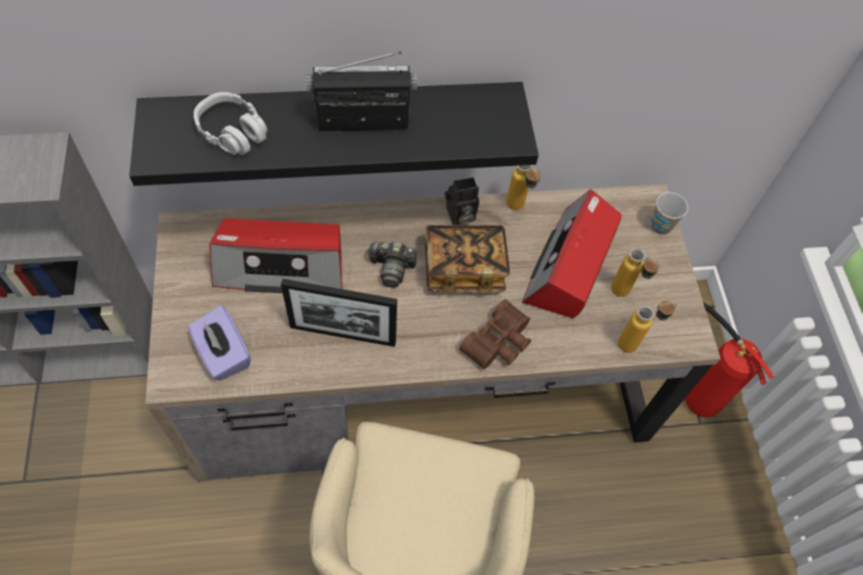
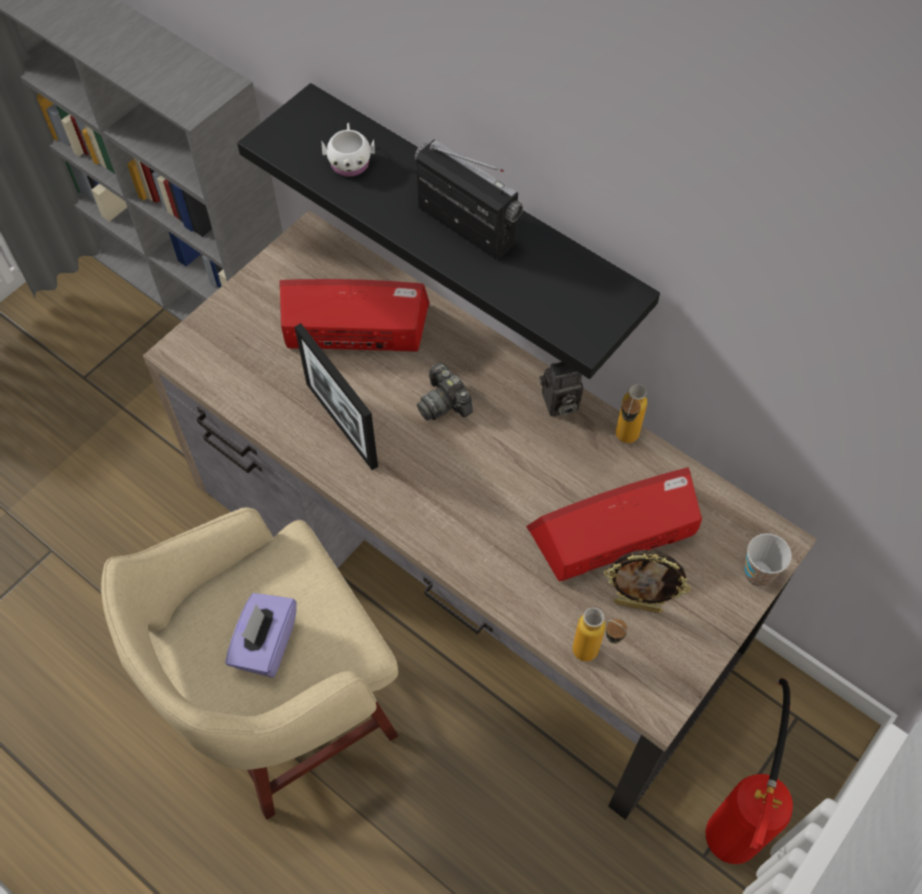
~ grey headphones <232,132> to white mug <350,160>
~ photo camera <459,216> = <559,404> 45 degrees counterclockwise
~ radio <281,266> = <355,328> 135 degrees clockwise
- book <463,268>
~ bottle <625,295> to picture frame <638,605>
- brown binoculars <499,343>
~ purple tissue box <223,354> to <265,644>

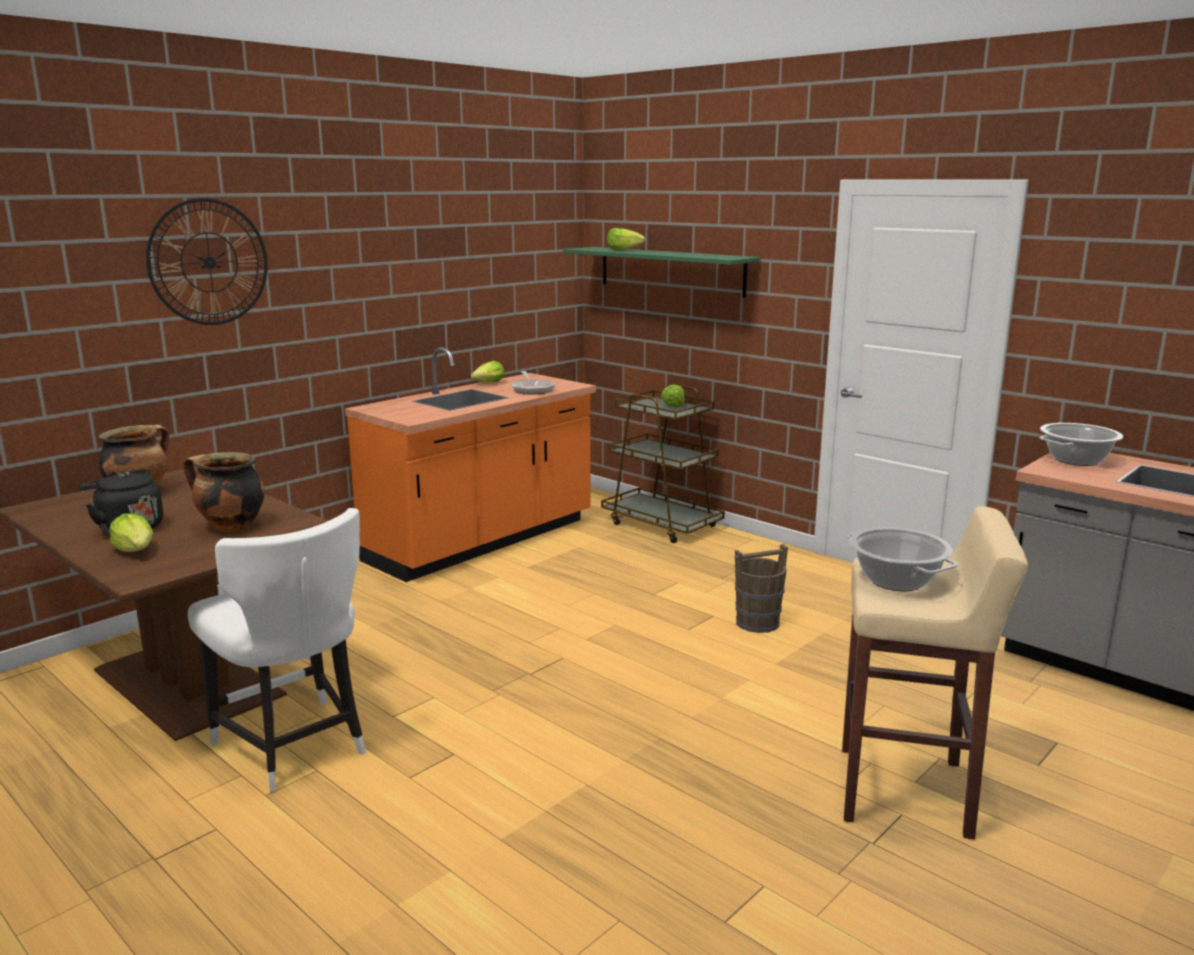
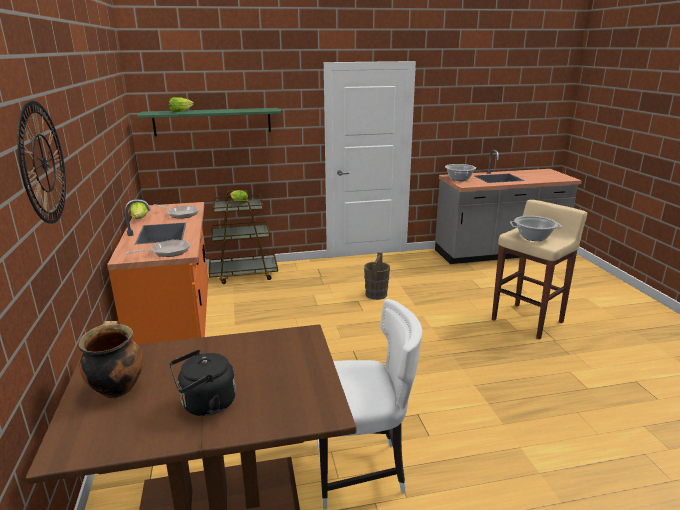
- cooking pot <230,527>
- lettuce <136,551>
+ frying pan <167,252>

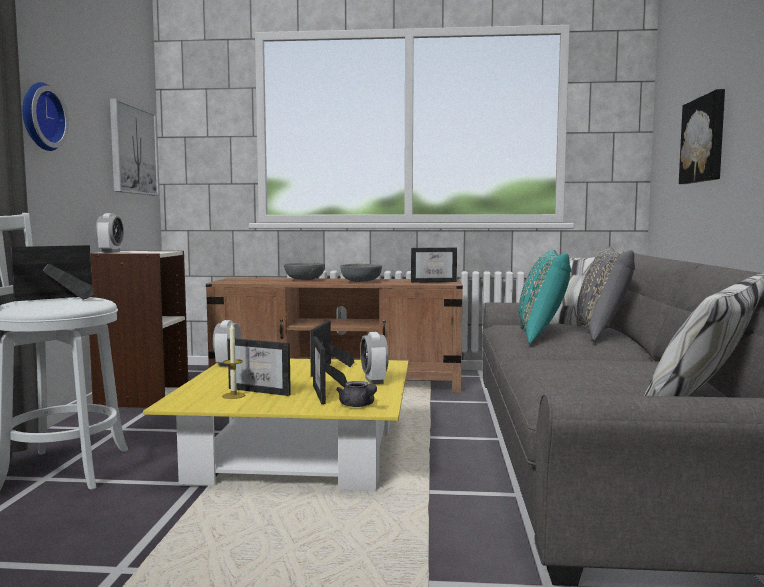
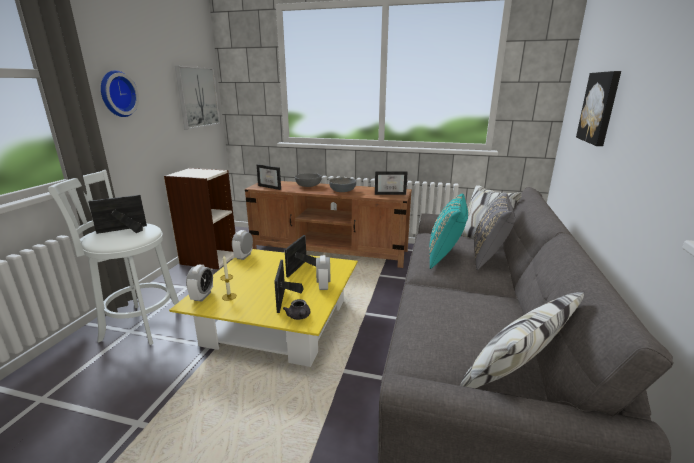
~ alarm clock <110,252> to <202,296>
~ picture frame <264,390> to <272,187>

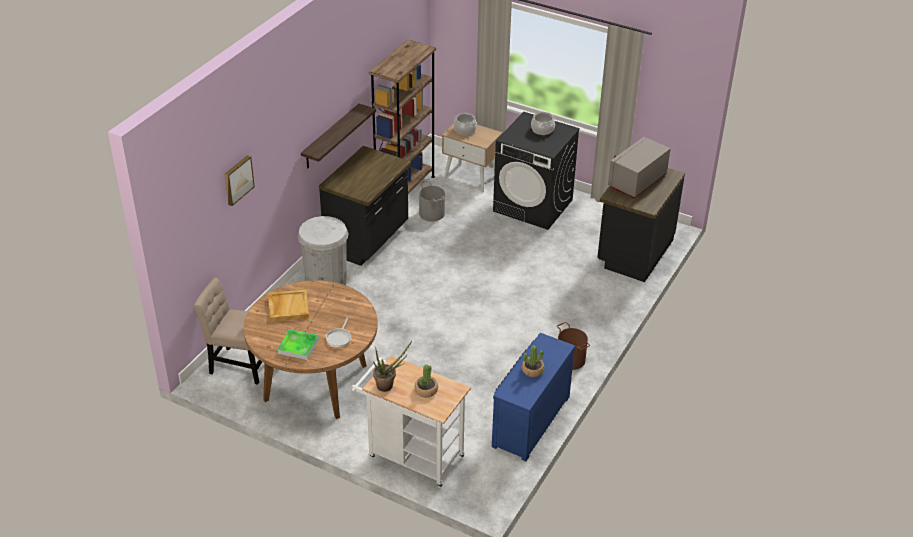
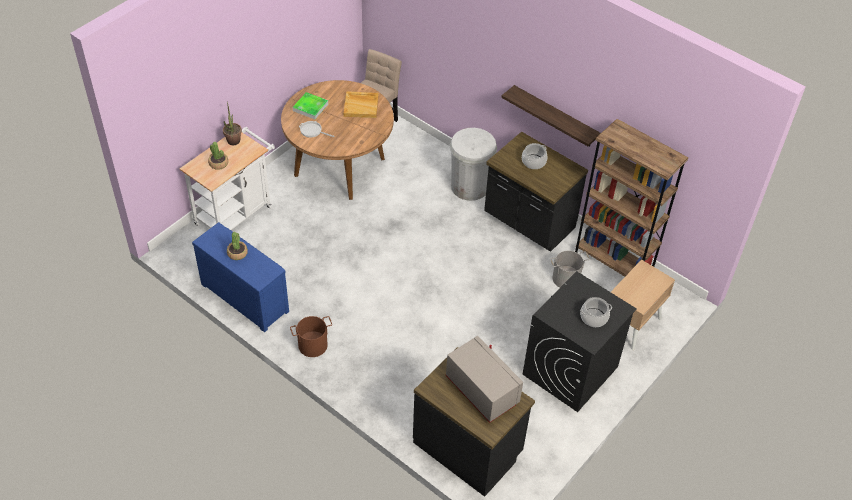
~ cooking pot <464,130> to <533,162>
- picture <237,179>

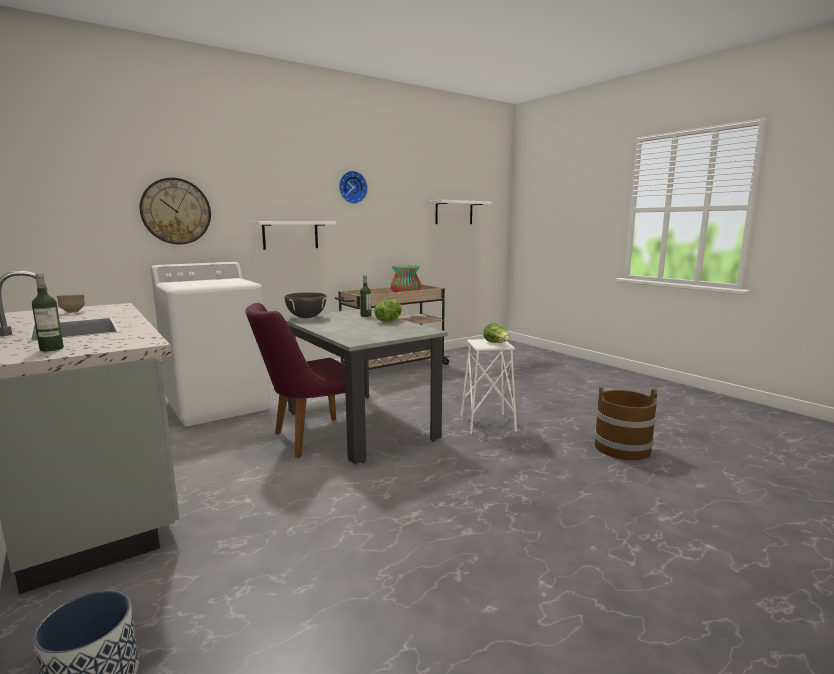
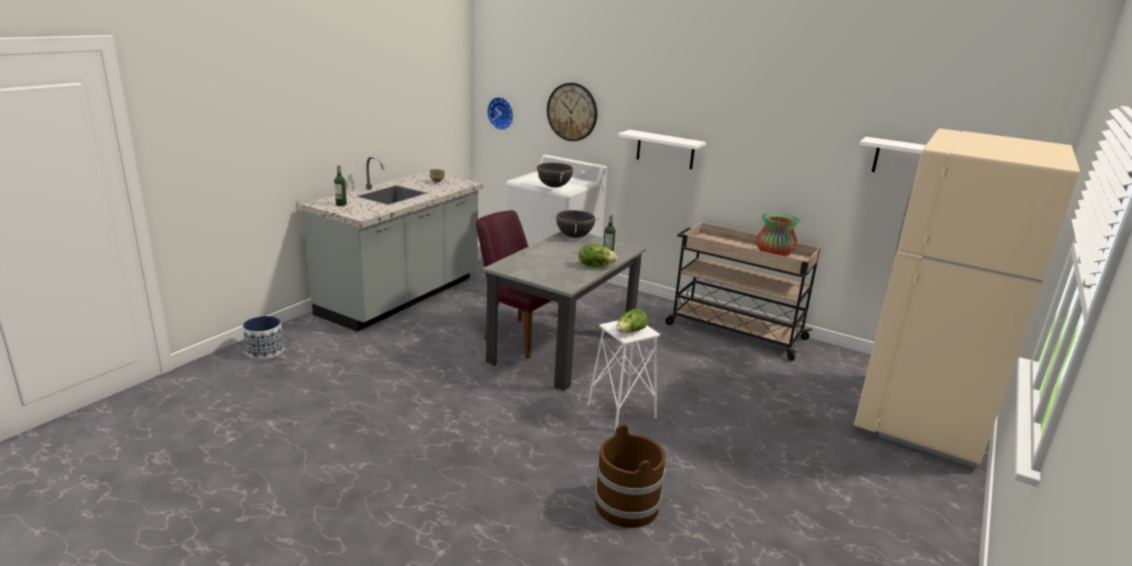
~ wall clock <352,187> to <501,113>
+ beige fridge <920,419>
+ black cooking pot <554,186>

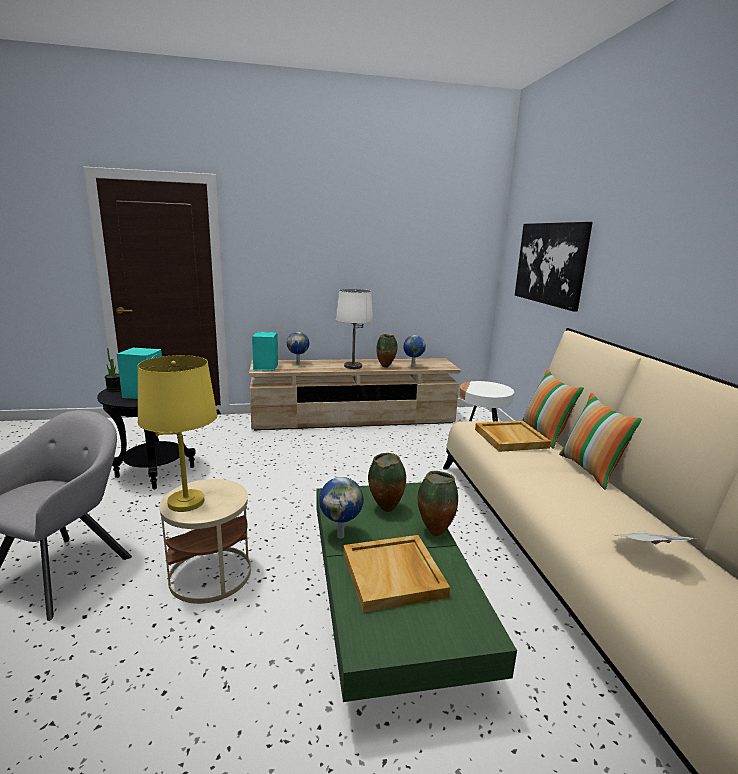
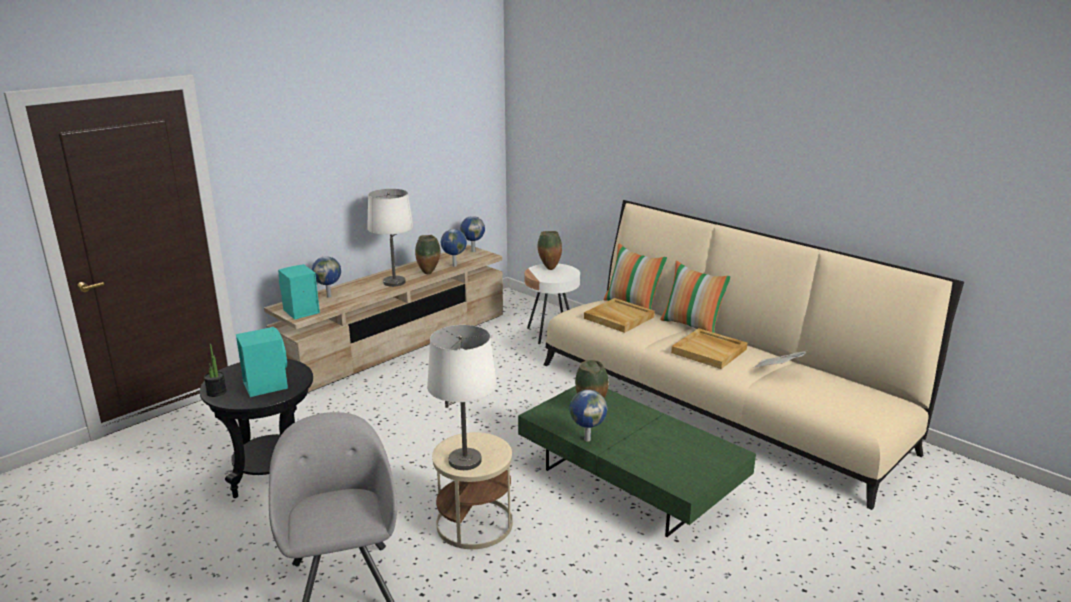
- picture <550,263>
~ yellow table lamp <186,502> to white table lamp <464,460>
~ vase <434,532> to <549,268>
~ beige tray <394,575> to <709,351>
+ globe <473,251>

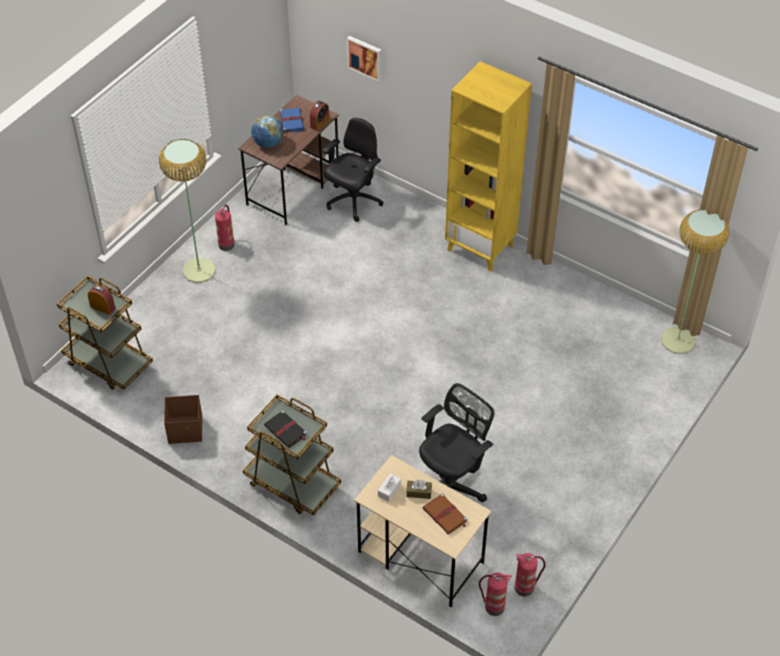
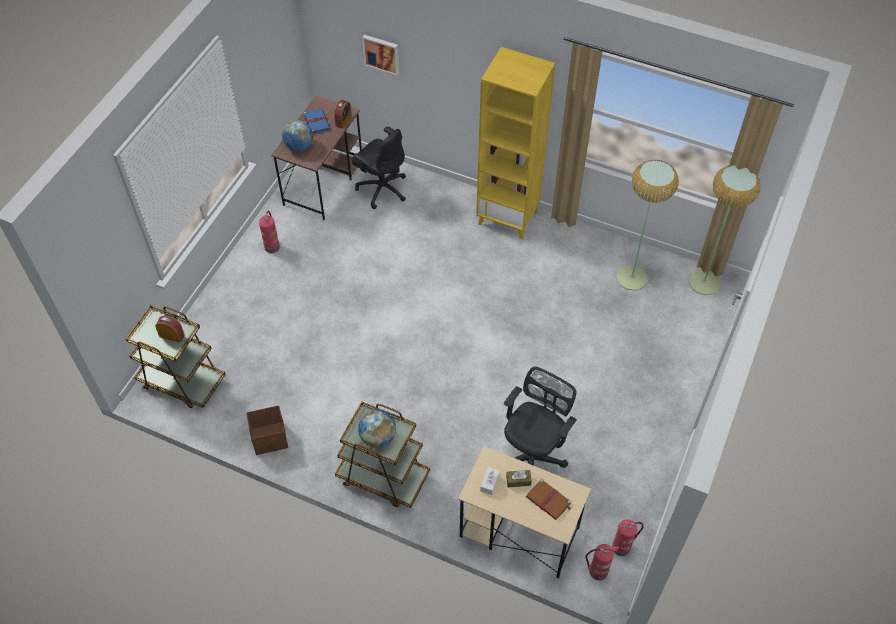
~ black office chair <353,201> = <382,188> 105 degrees clockwise
~ floor lamp <199,270> to <632,277>
~ black book <286,431> to globe <378,437>

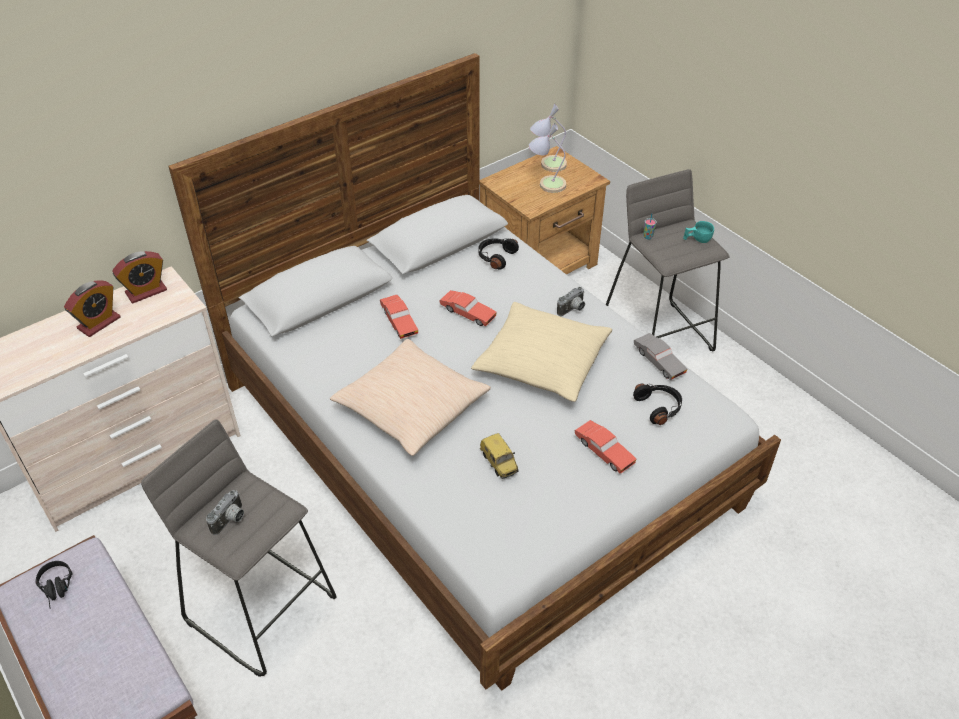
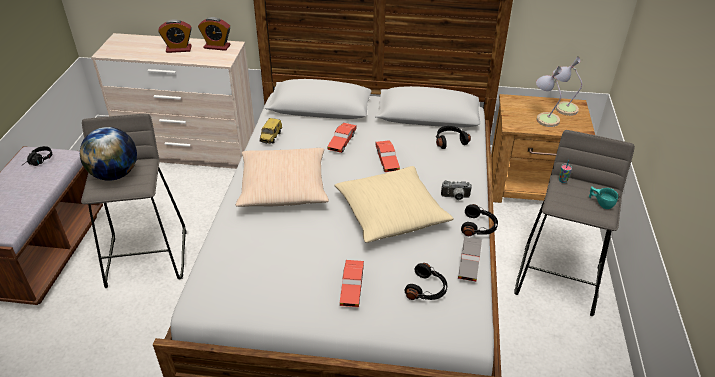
~ toy car <499,463> to <271,138>
~ photo camera <231,520> to globe <115,174>
+ black headphones <479,227>

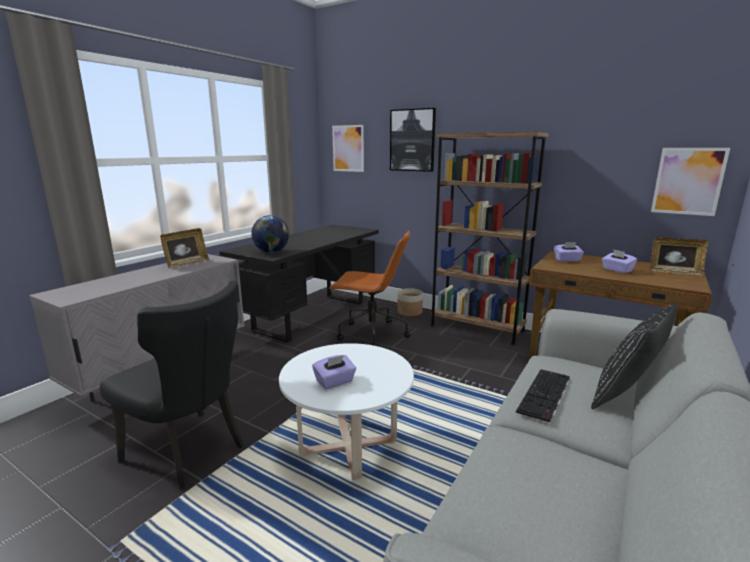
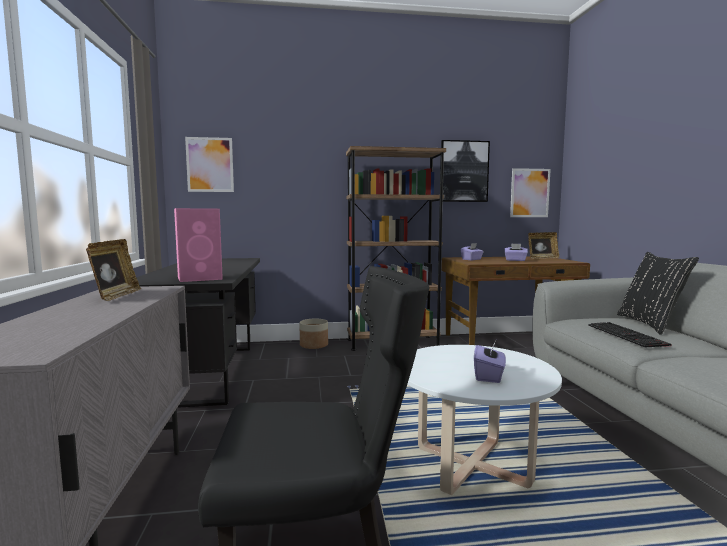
~ picture <412,140> to <464,171>
~ globe <271,252> to pink speaker <201,278>
- brown office chair <371,334>

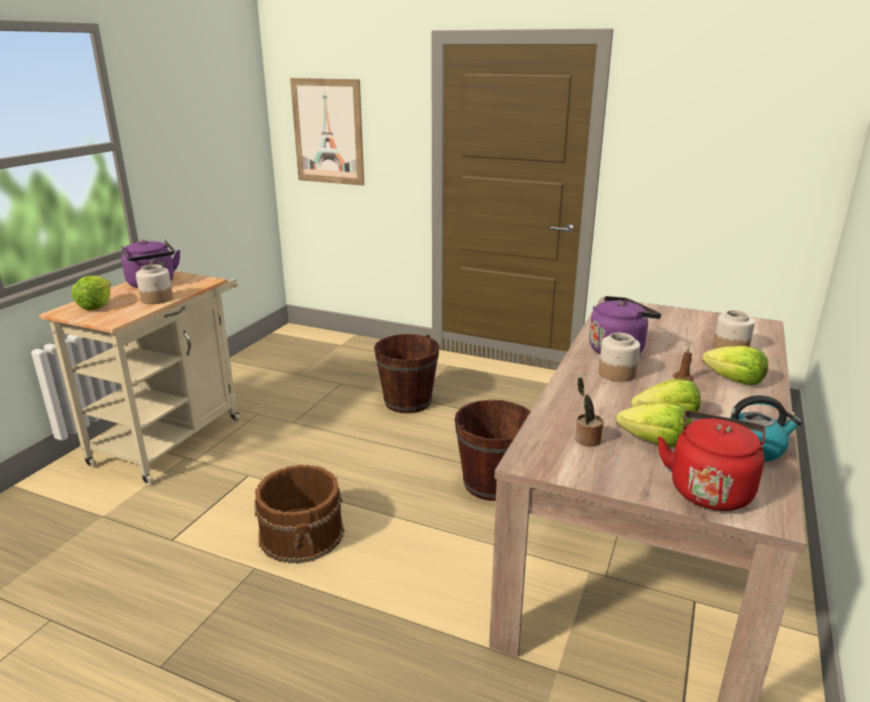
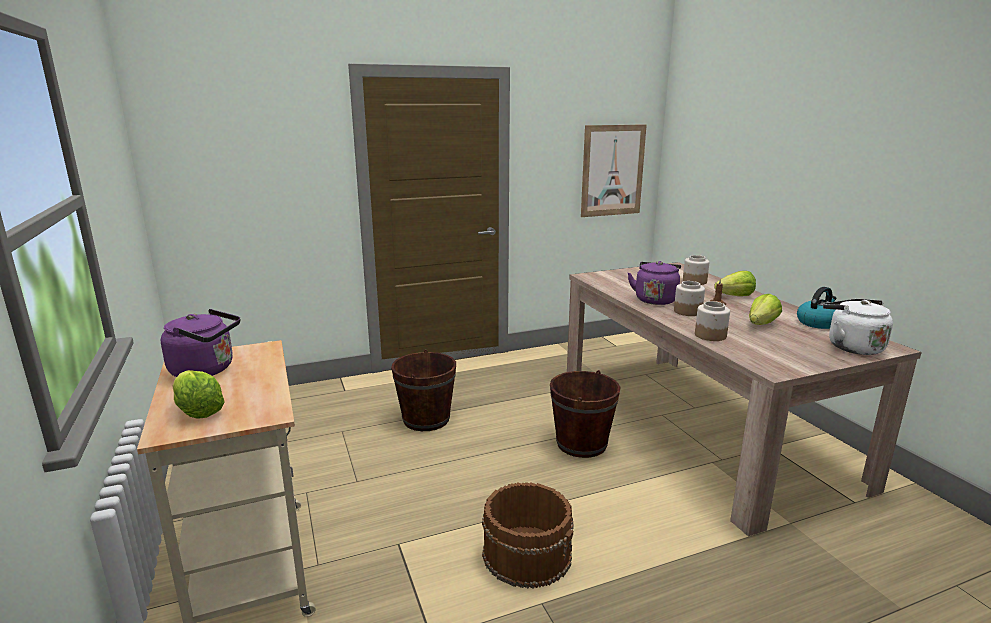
~ picture <328,132> to <612,170>
~ jar <157,299> to <710,335>
- potted plant <586,440>
- lettuce <655,442>
~ red kettle <709,489> to white kettle <851,346>

